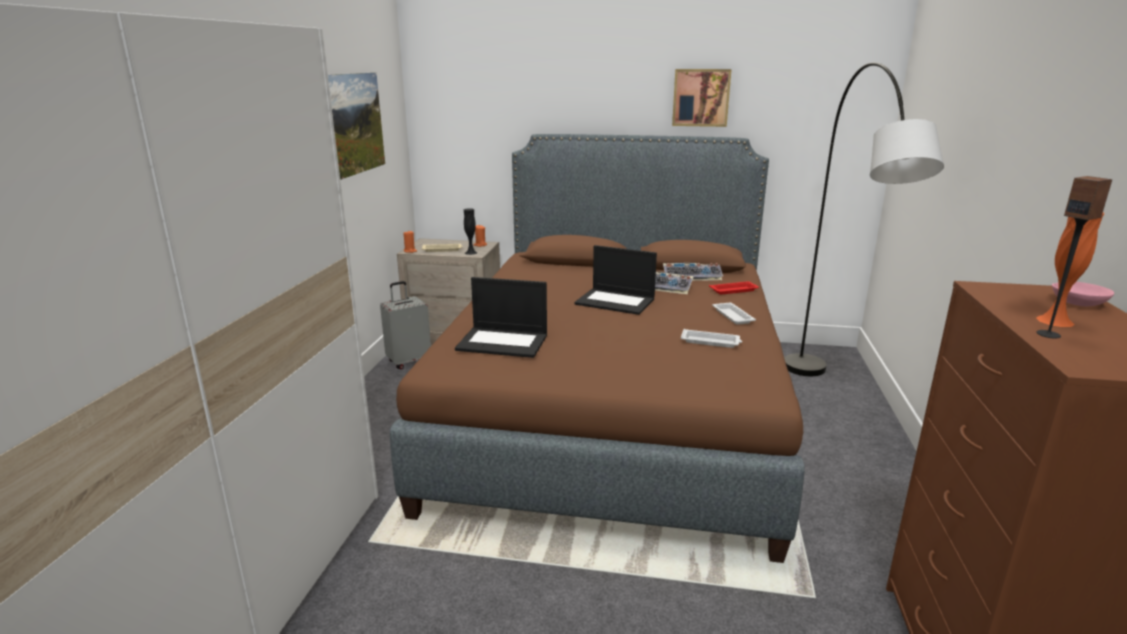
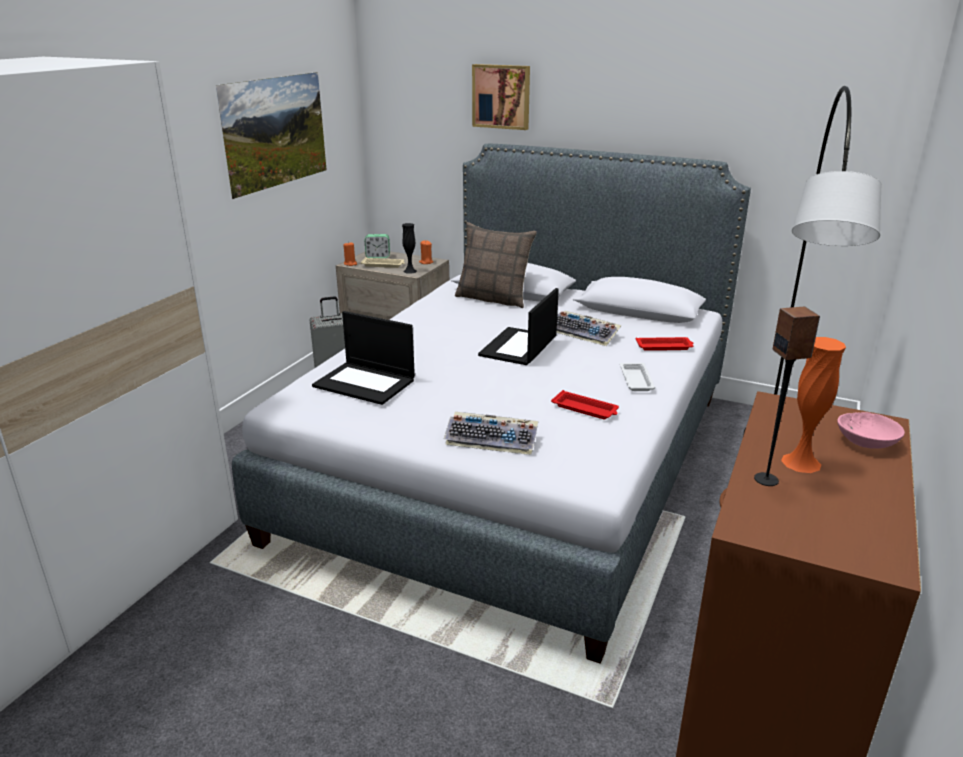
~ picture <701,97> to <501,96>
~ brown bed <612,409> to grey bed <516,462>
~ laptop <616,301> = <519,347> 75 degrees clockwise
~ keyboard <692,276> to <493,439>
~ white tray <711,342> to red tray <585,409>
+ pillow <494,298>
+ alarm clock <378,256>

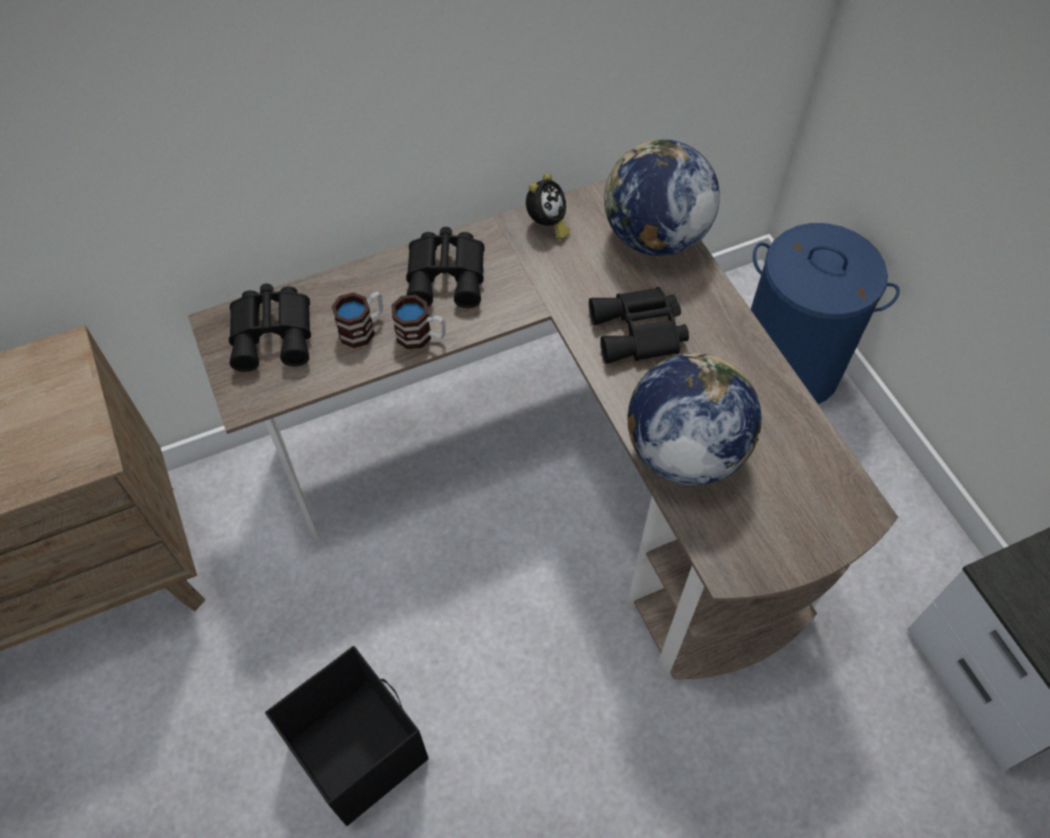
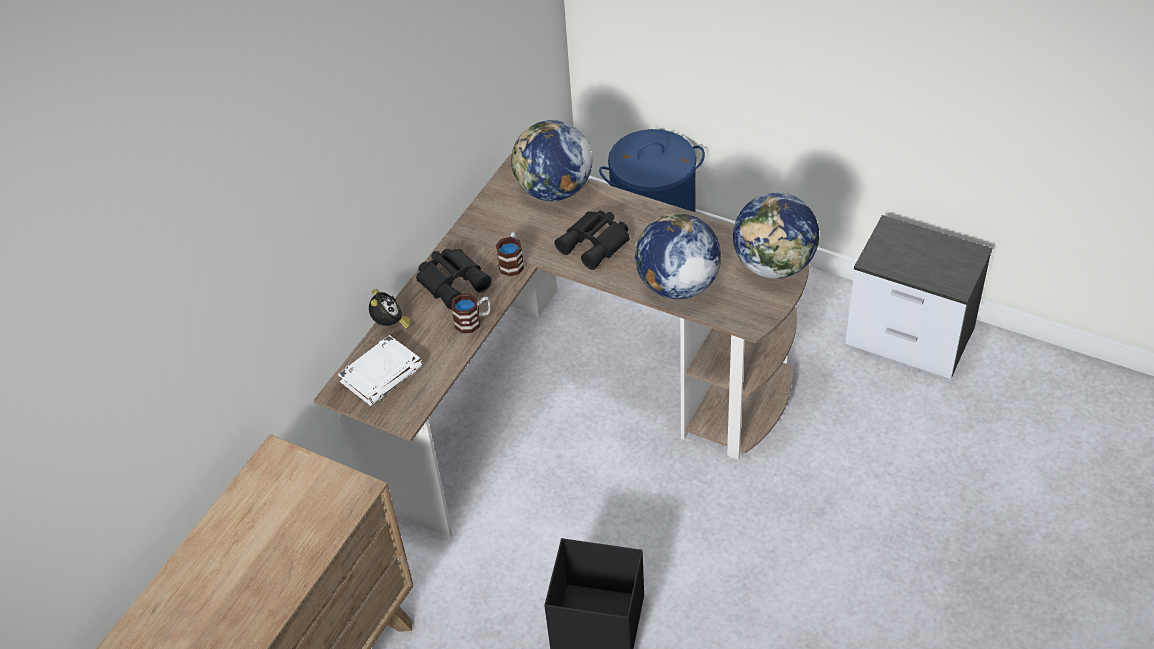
~ alarm clock <547,225> to <390,325>
~ black binoculars <274,333> to white book <382,374>
~ mug <363,328> to <512,262>
+ globe <774,265>

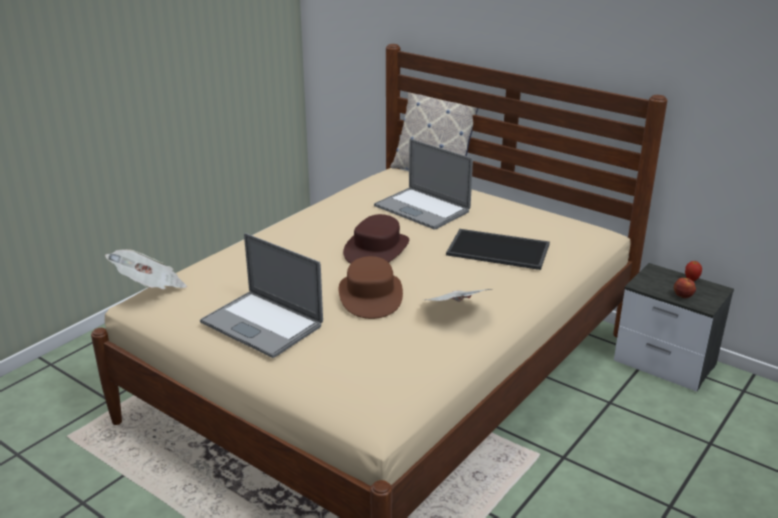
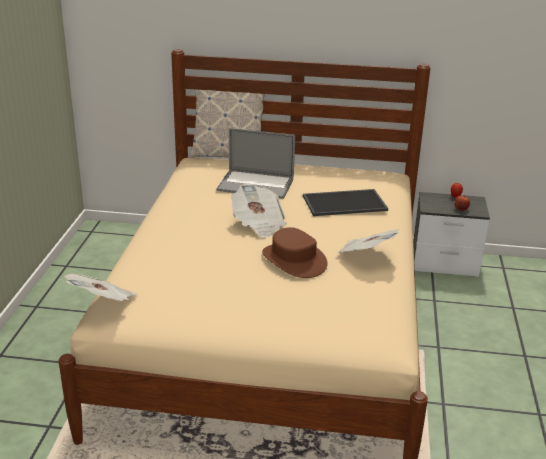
~ brown hat <377,249> to newspaper <258,224>
- laptop <261,324>

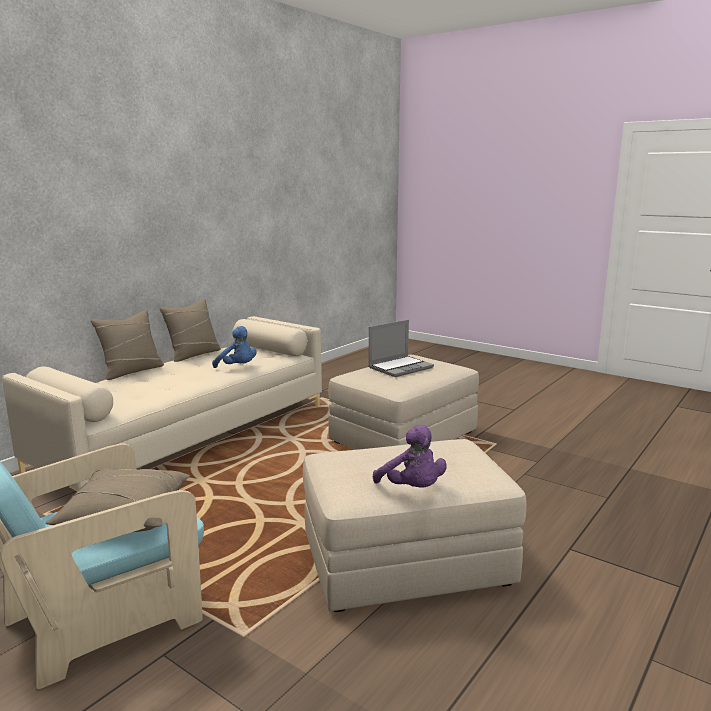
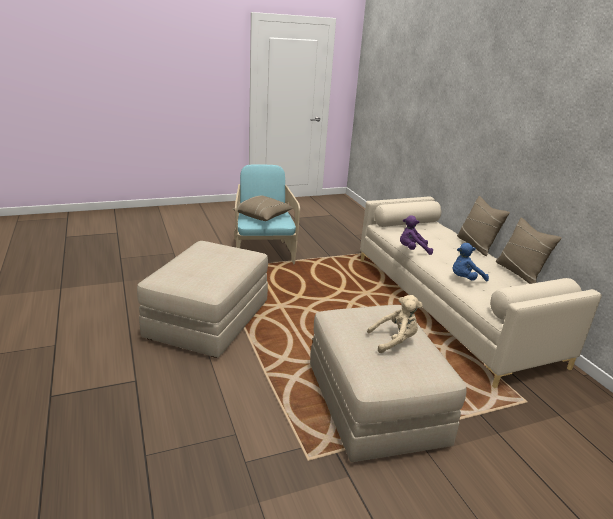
~ laptop <400,367> to beige plush toy <394,341>
~ purple plush toy <412,489> to <412,250>

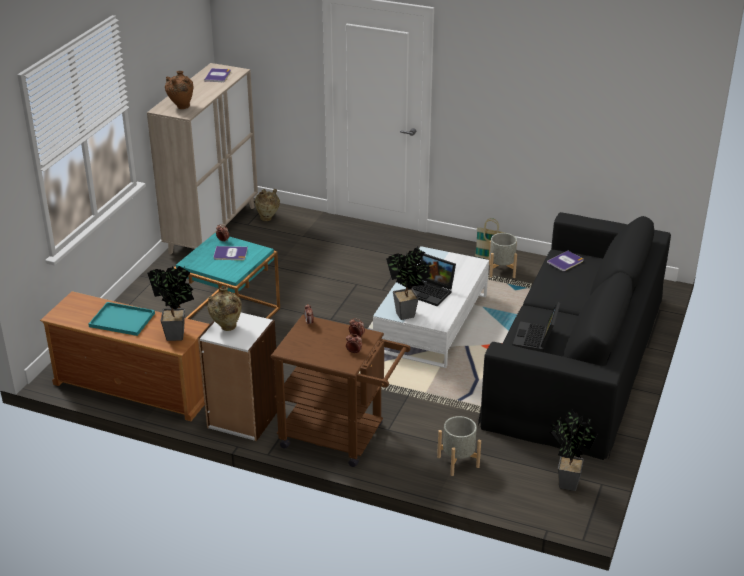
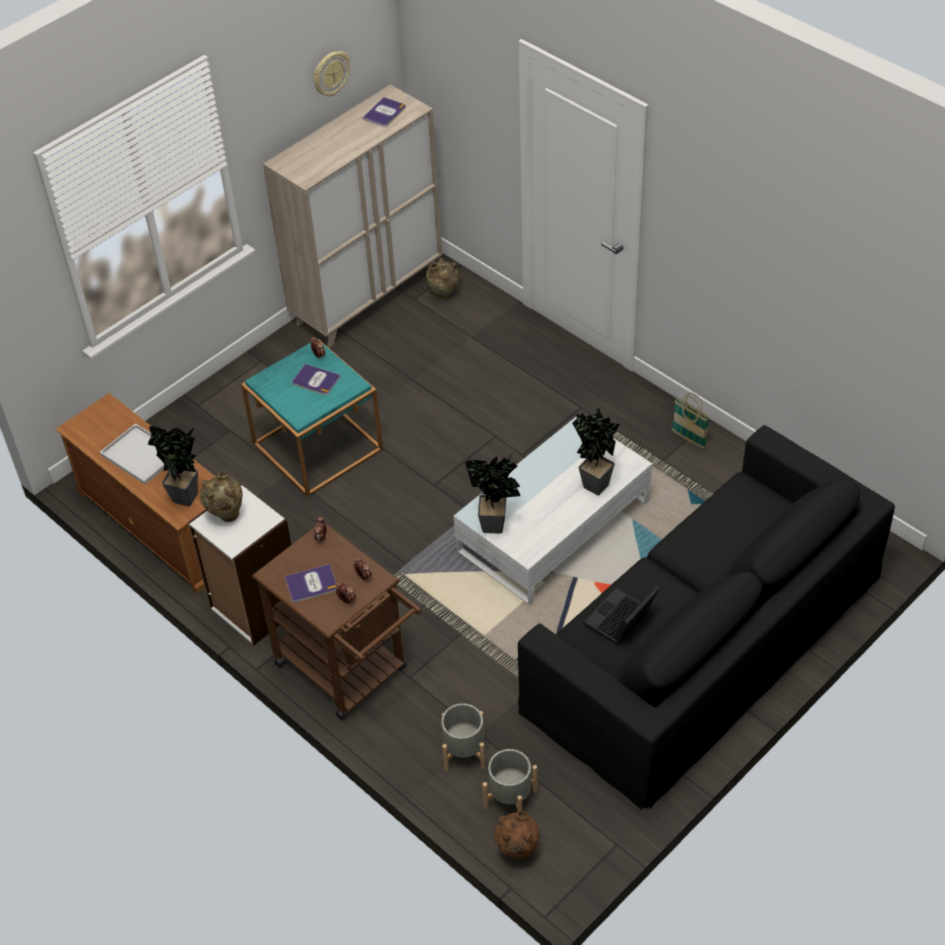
~ brown vase <181,107> to <517,851>
~ grey planter <501,271> to <511,798>
~ book <565,261> to <311,584>
- laptop <431,292>
~ turquoise tray <123,320> to white tray <142,455>
~ potted plant <565,482> to <594,482>
+ wall clock <330,73>

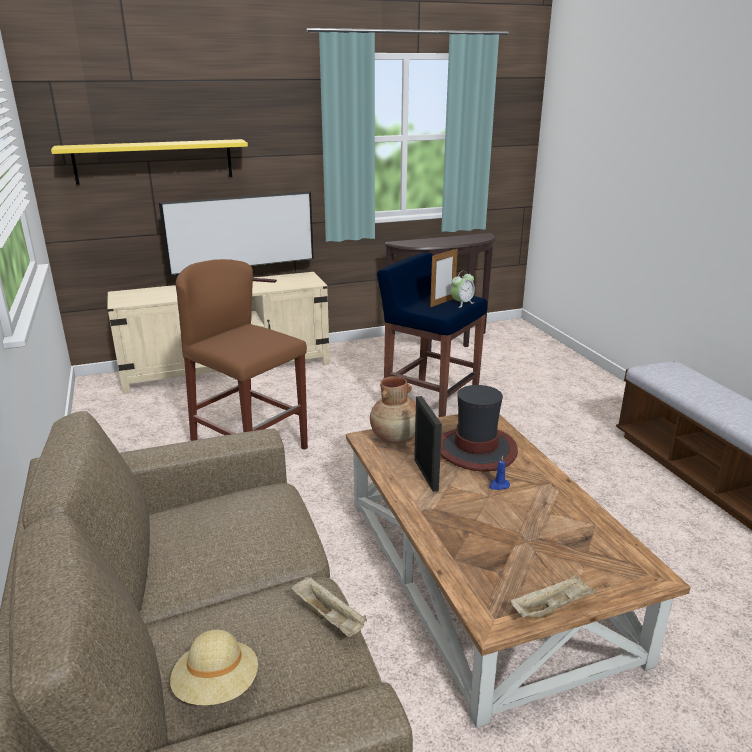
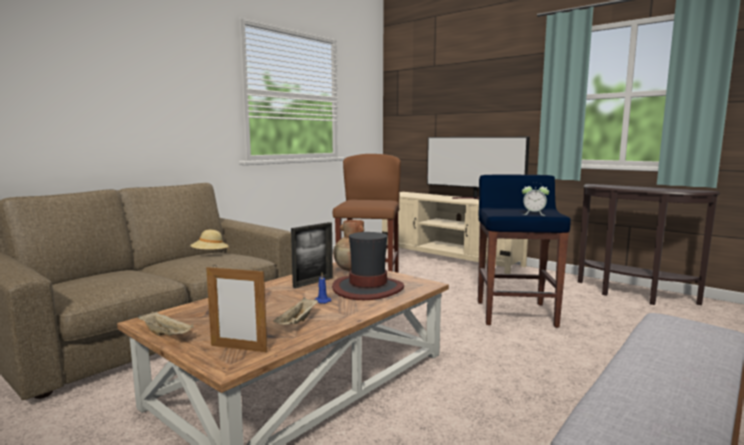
- yellow shelf <154,161>
~ picture frame <442,302> to <238,348>
~ beige tray <329,618> to <297,322>
~ beige hat <217,686> to <210,254>

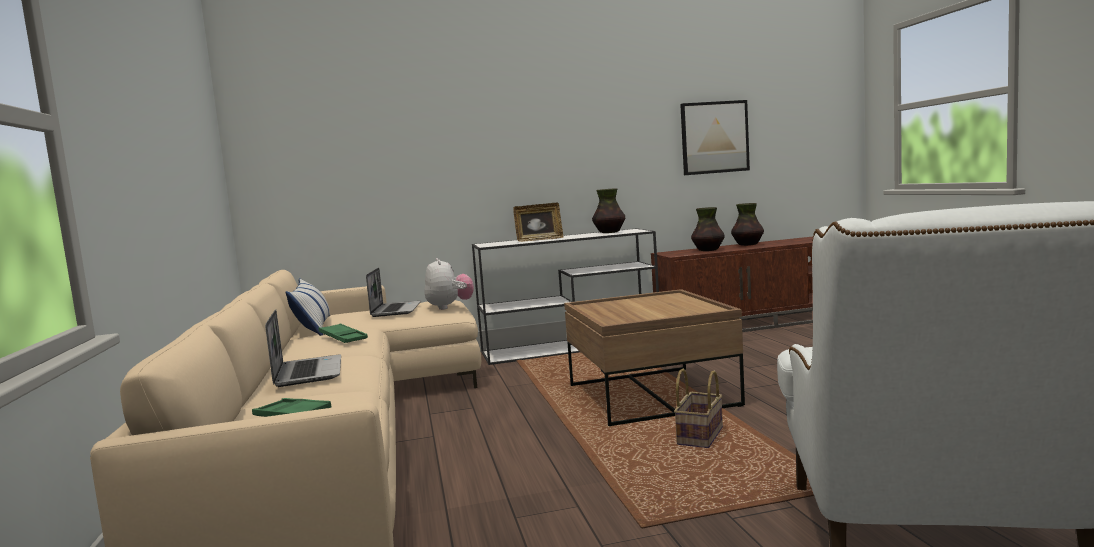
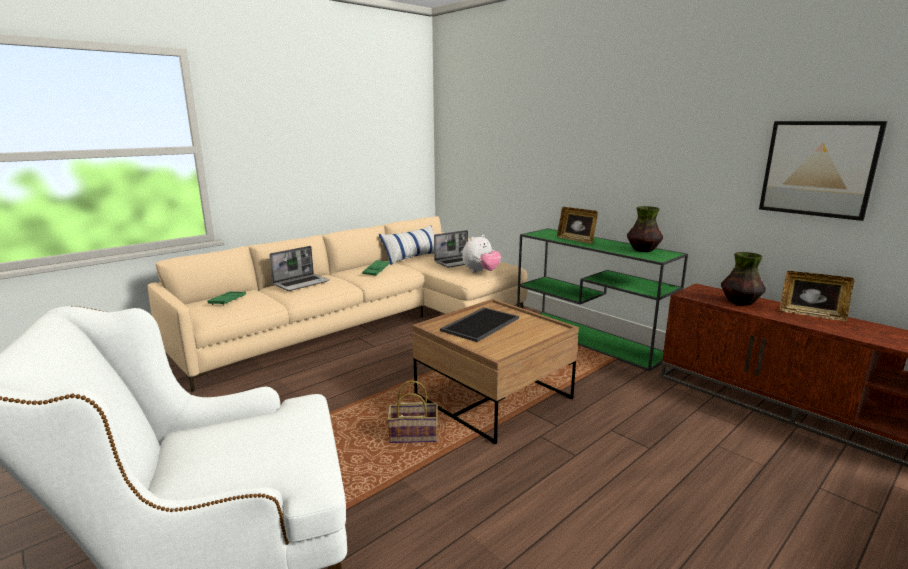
~ vase <748,244> to picture frame <811,314>
~ white console table <572,347> to green console table <591,338>
+ tray <480,324>

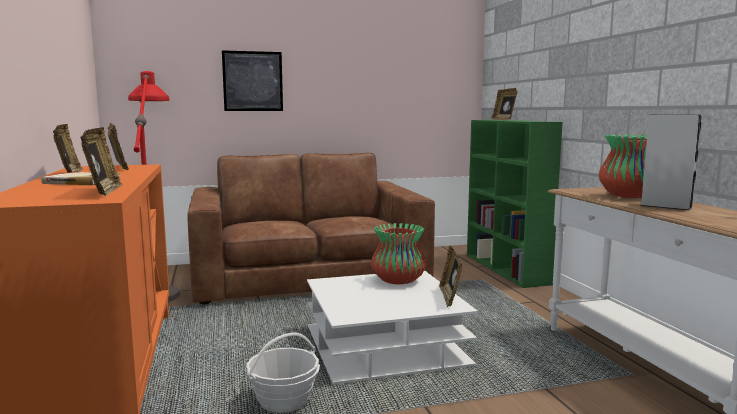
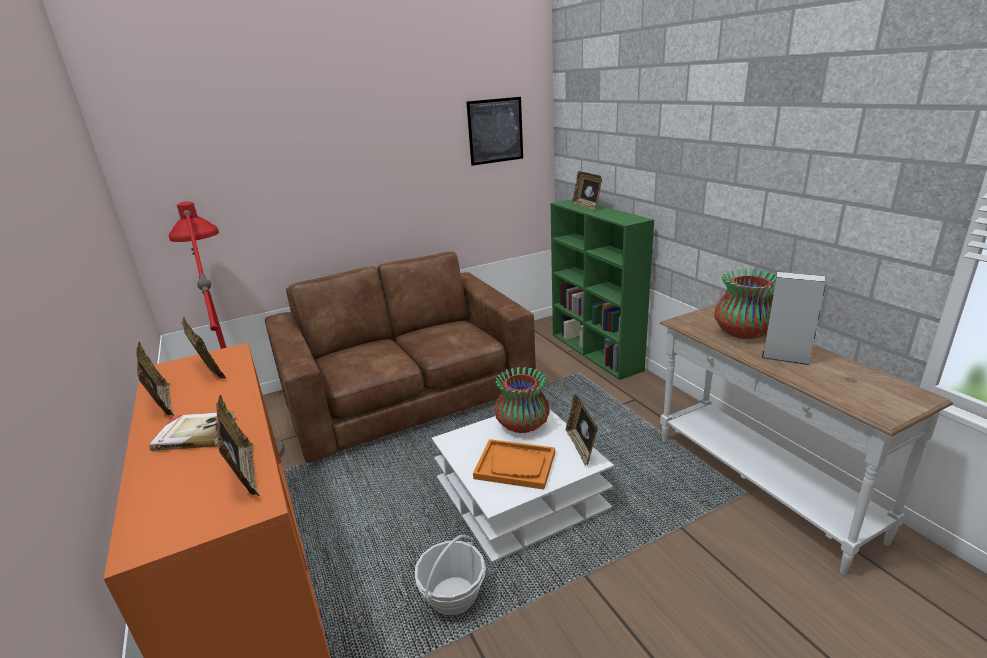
~ picture <253,81> to <495,131>
+ orange tray <515,465>

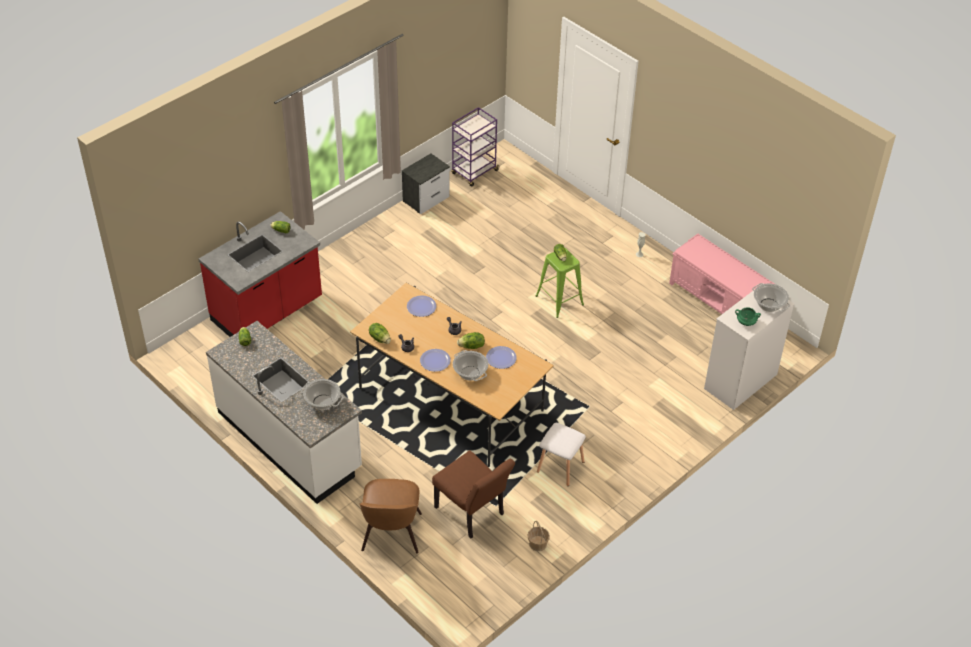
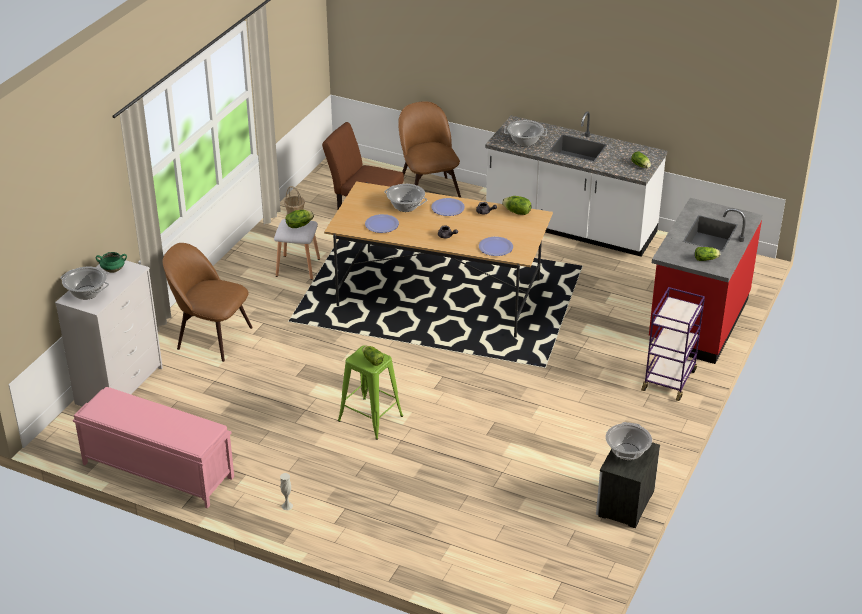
~ purple cart <474,172> to <669,380>
~ lettuce <471,346> to <299,225>
+ brown chair <211,337>
+ cooking pot <627,452>

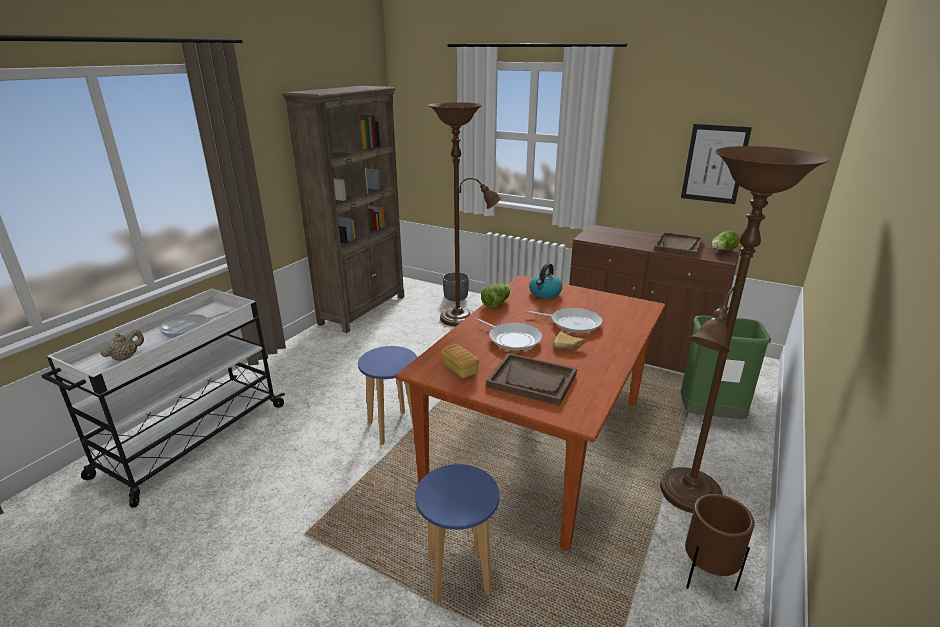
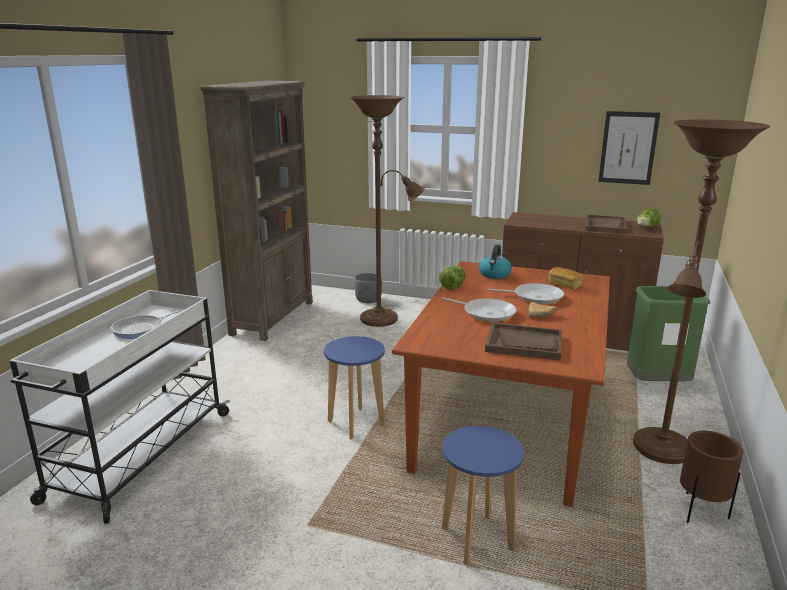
- beige teapot <126,357>
~ bread <460,369> to <564,285>

